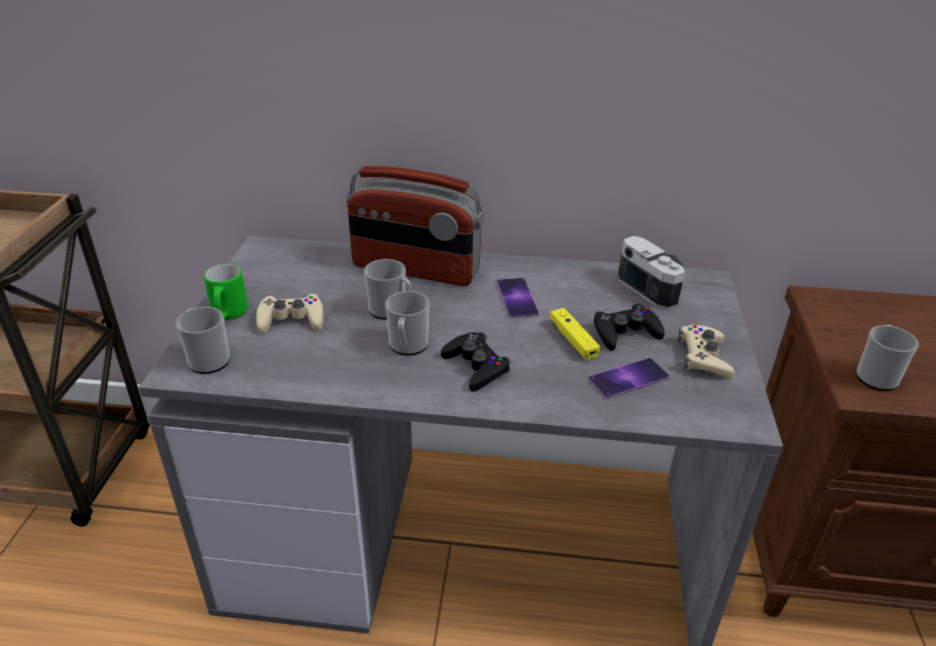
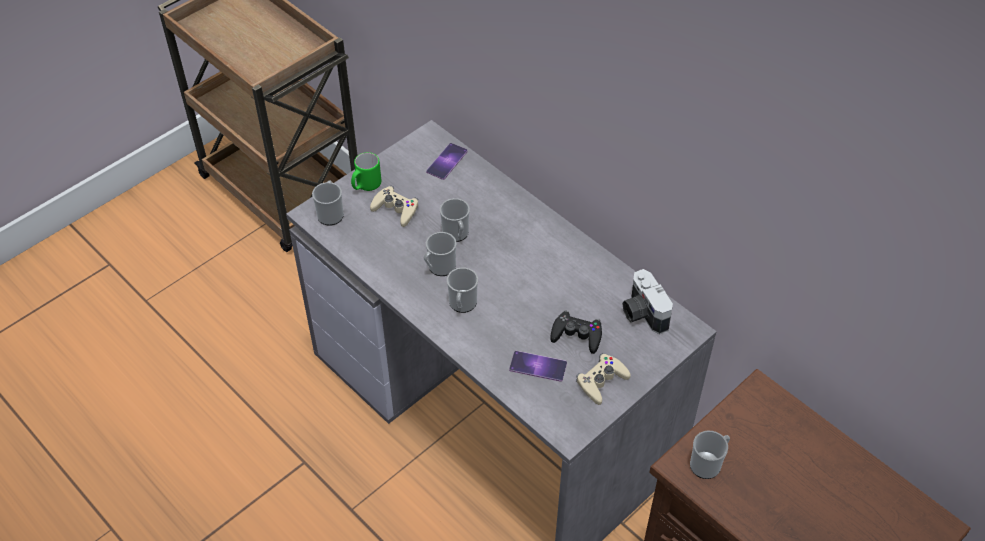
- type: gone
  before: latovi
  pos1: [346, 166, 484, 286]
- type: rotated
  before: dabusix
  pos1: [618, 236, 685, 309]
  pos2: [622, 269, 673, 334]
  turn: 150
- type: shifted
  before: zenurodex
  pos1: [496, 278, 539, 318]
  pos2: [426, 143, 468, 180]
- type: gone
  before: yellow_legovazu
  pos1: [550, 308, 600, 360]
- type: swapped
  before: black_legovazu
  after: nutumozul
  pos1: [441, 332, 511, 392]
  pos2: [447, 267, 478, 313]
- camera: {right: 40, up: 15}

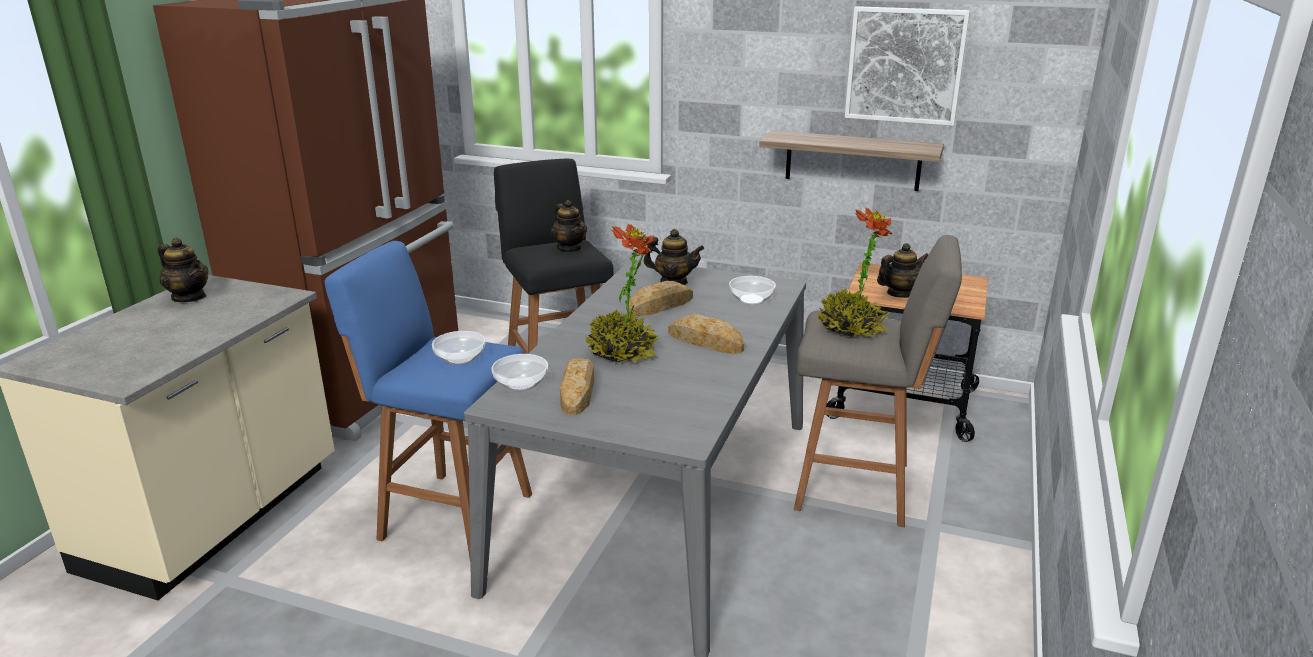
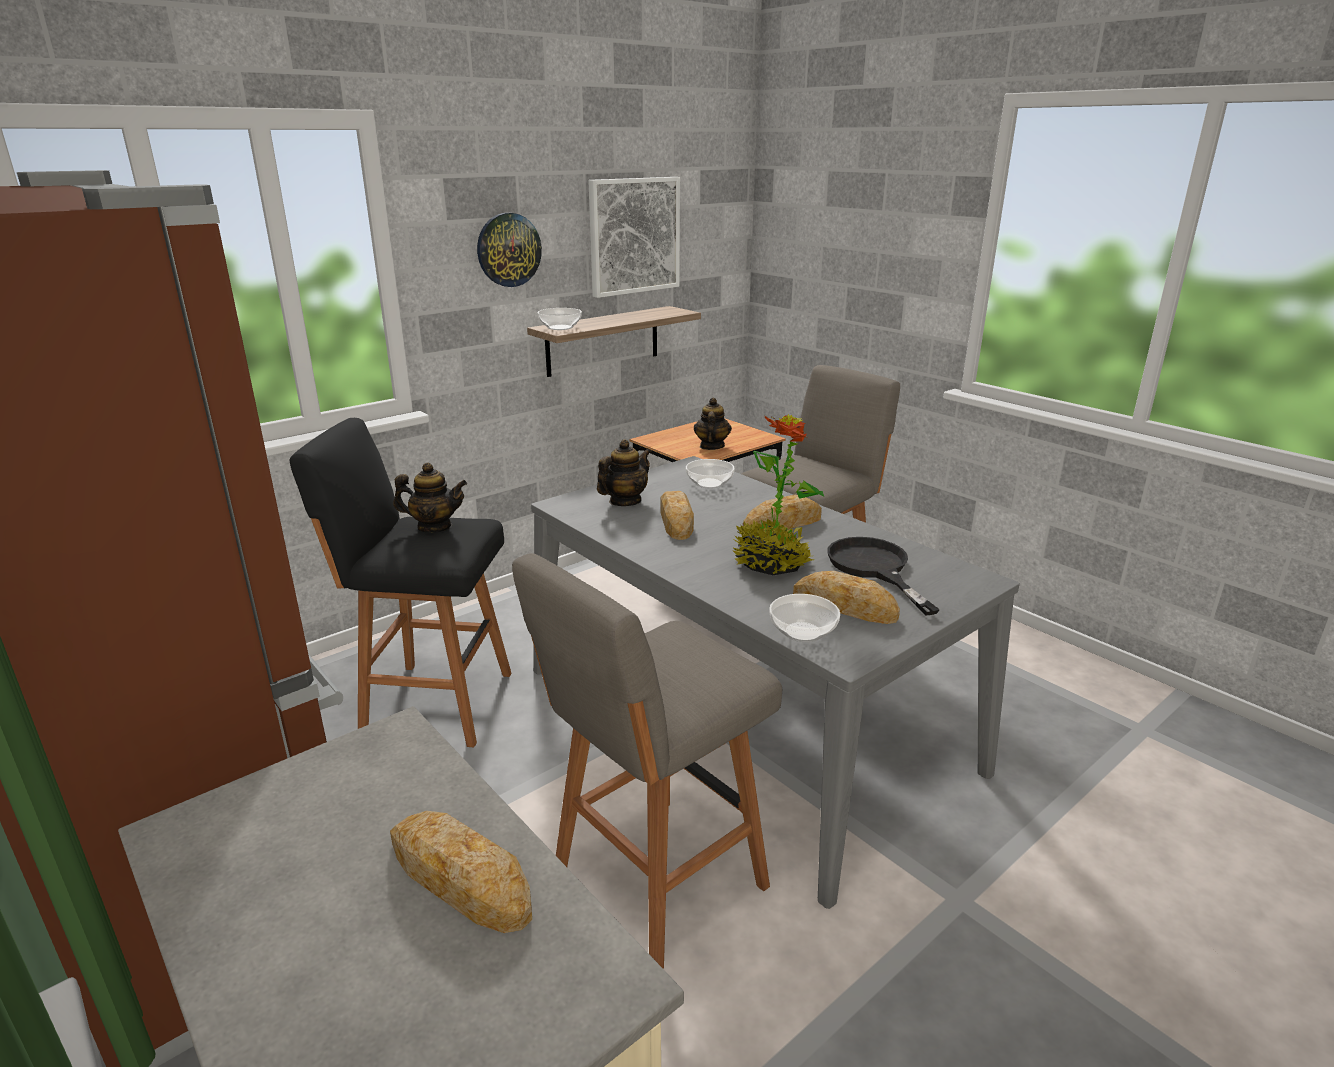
- type: gone
  before: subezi
  pos1: [818, 208, 892, 337]
- type: gone
  before: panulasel
  pos1: [158, 238, 208, 302]
- type: repainted
  before: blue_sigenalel
  after: grey_sigenalel
  pos1: [324, 241, 532, 557]
  pos2: [512, 553, 782, 969]
- type: shifted
  before: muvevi
  pos1: [432, 331, 485, 365]
  pos2: [537, 308, 582, 330]
- type: new
  after: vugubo
  pos2: [477, 213, 542, 287]
- type: new
  after: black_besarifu
  pos2: [828, 537, 940, 615]
- type: new
  after: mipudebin
  pos2: [390, 811, 532, 933]
- camera: {right: -60, up: 0}

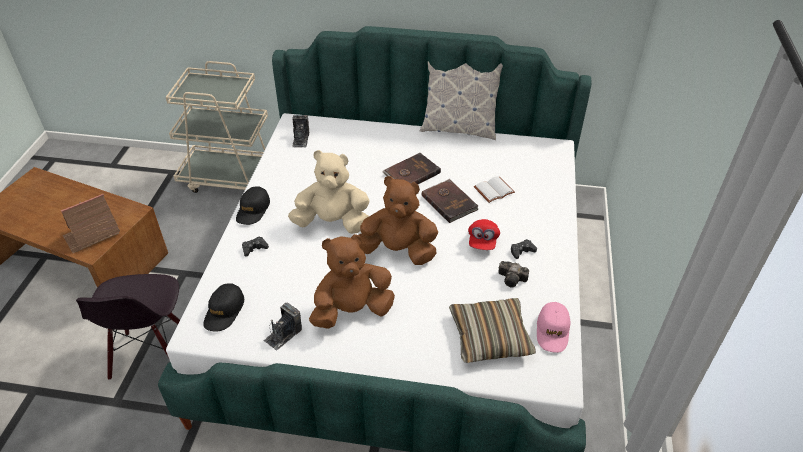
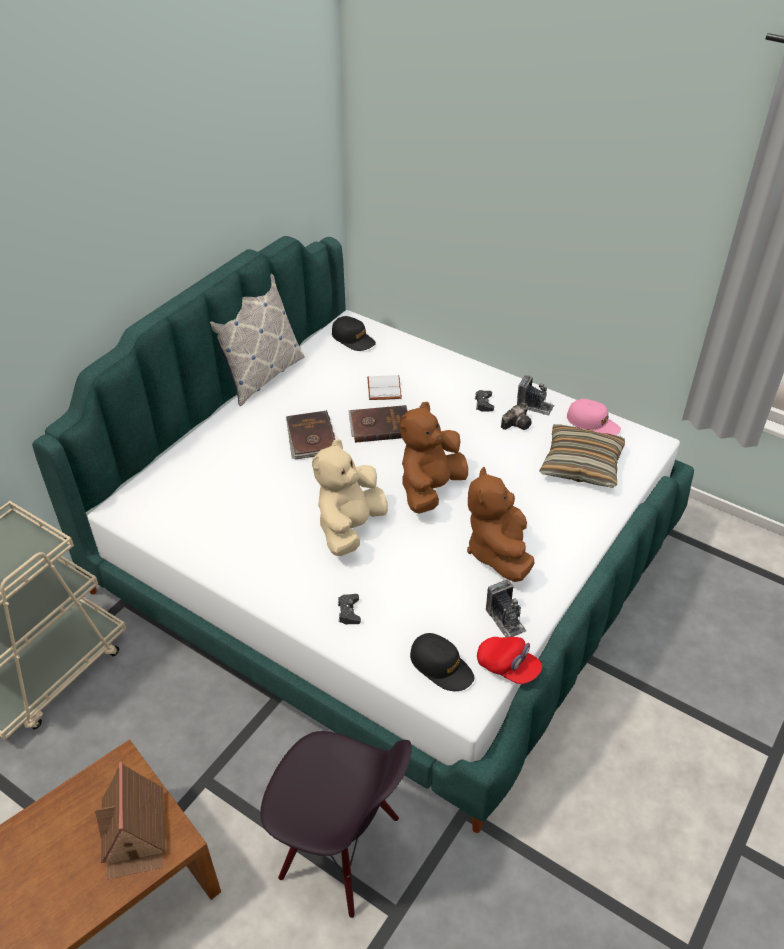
- type: shifted
  before: dabusix
  pos1: [292, 115, 309, 148]
  pos2: [517, 375, 554, 416]
- type: shifted
  before: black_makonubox
  pos1: [236, 187, 270, 225]
  pos2: [332, 316, 376, 351]
- type: shifted
  before: red_makonubox
  pos1: [468, 219, 500, 250]
  pos2: [477, 637, 542, 684]
- camera: {right: -65, up: 0}

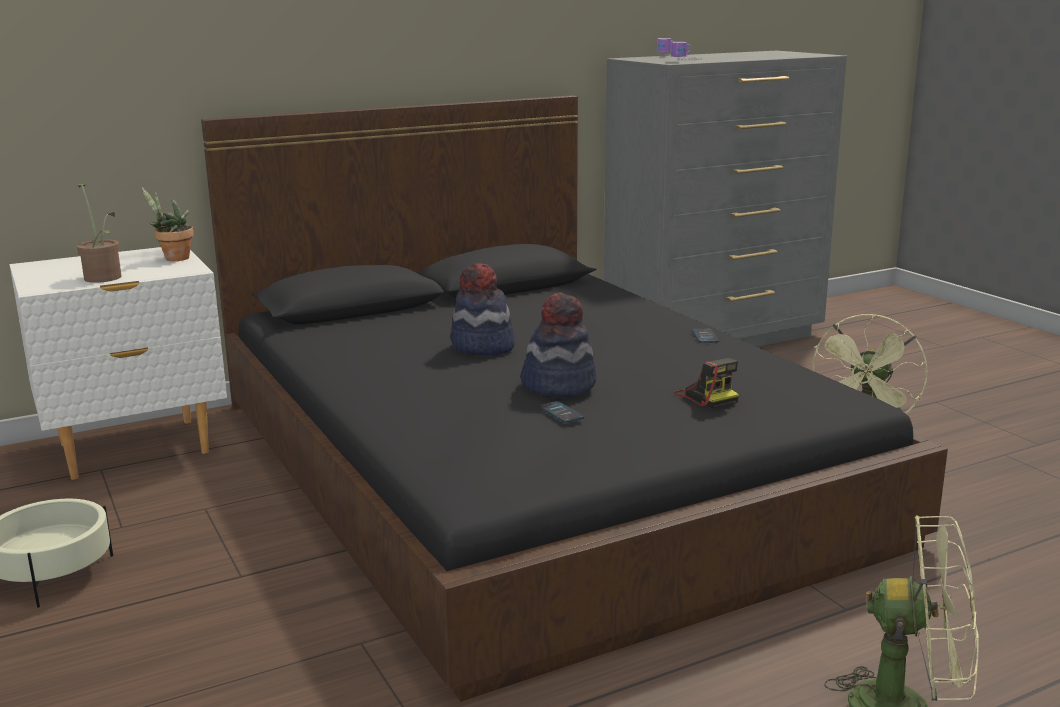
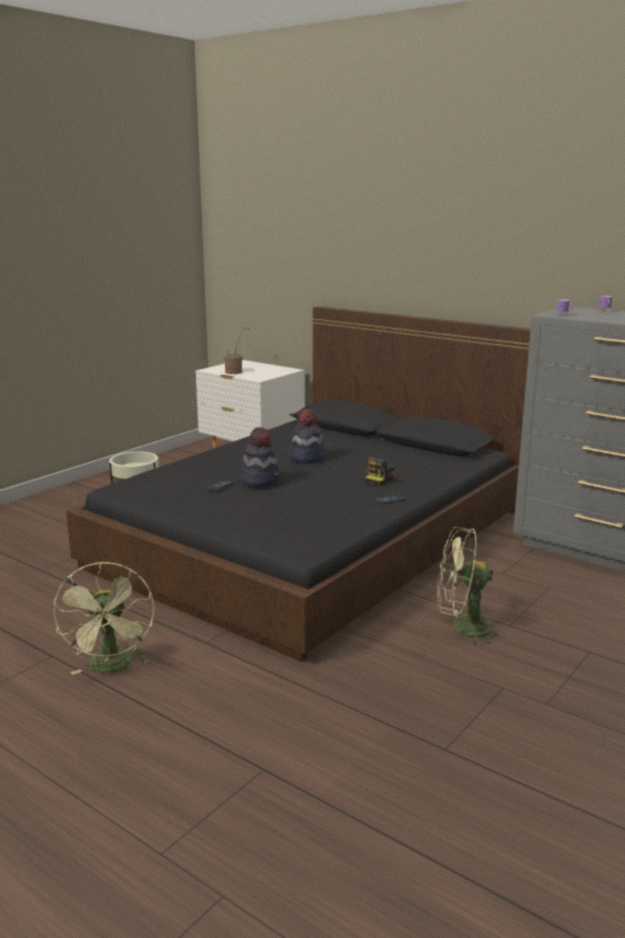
- type: gone
  before: subezi
  pos1: [141, 187, 194, 261]
- type: shifted
  before: dabusix
  pos1: [674, 358, 739, 409]
  pos2: [365, 457, 402, 485]
- camera: {right: 65, up: 0}

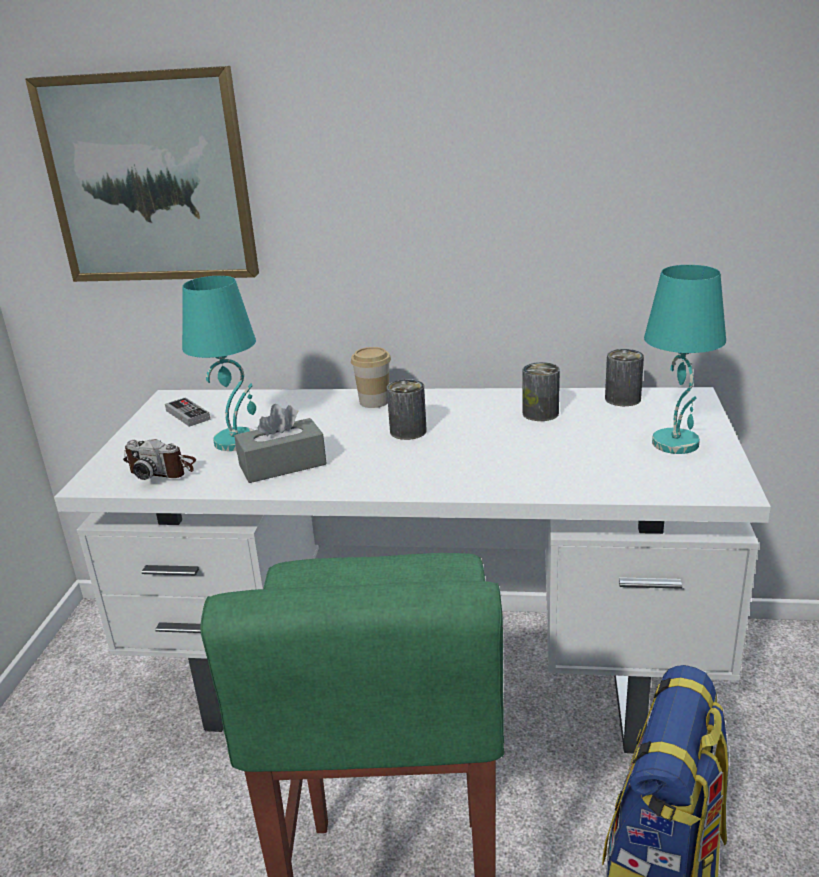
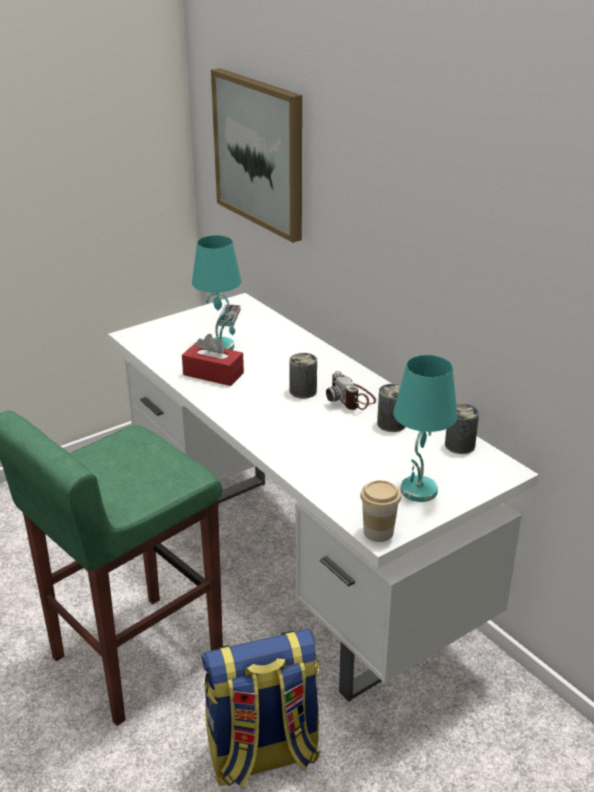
- type: shifted
  before: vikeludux
  pos1: [351, 347, 391, 408]
  pos2: [360, 480, 401, 542]
- type: repainted
  before: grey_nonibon
  after: red_nonibon
  pos1: [234, 404, 327, 483]
  pos2: [182, 334, 244, 386]
- type: shifted
  before: dabusix
  pos1: [123, 439, 196, 480]
  pos2: [326, 371, 376, 410]
- camera: {right: 45, up: 5}

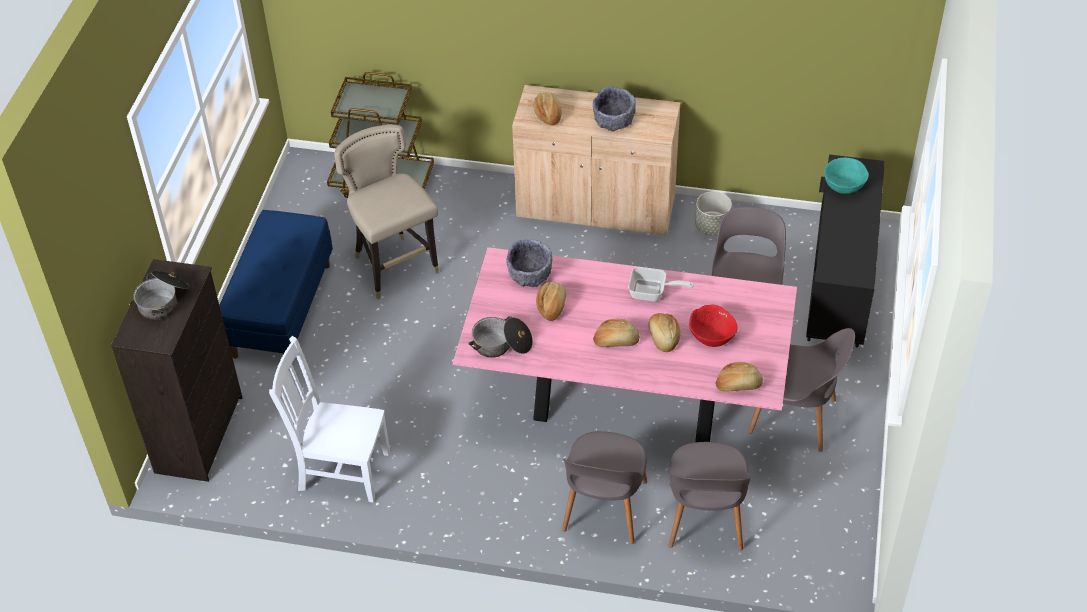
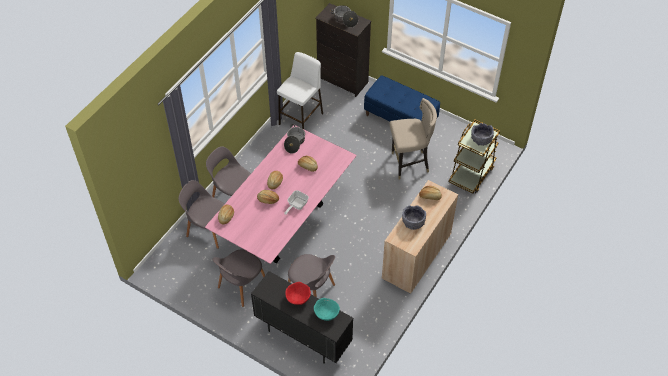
- type: gone
  before: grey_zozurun
  pos1: [695, 191, 732, 236]
- type: shifted
  before: grey_muvevi
  pos1: [506, 240, 553, 287]
  pos2: [471, 123, 494, 146]
- type: shifted
  before: red_muvevi
  pos1: [689, 305, 737, 347]
  pos2: [285, 282, 311, 305]
- type: swapped
  before: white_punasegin
  after: white_sigenalel
  pos1: [269, 336, 390, 502]
  pos2: [277, 52, 323, 129]
- camera: {right: 110, up: 5}

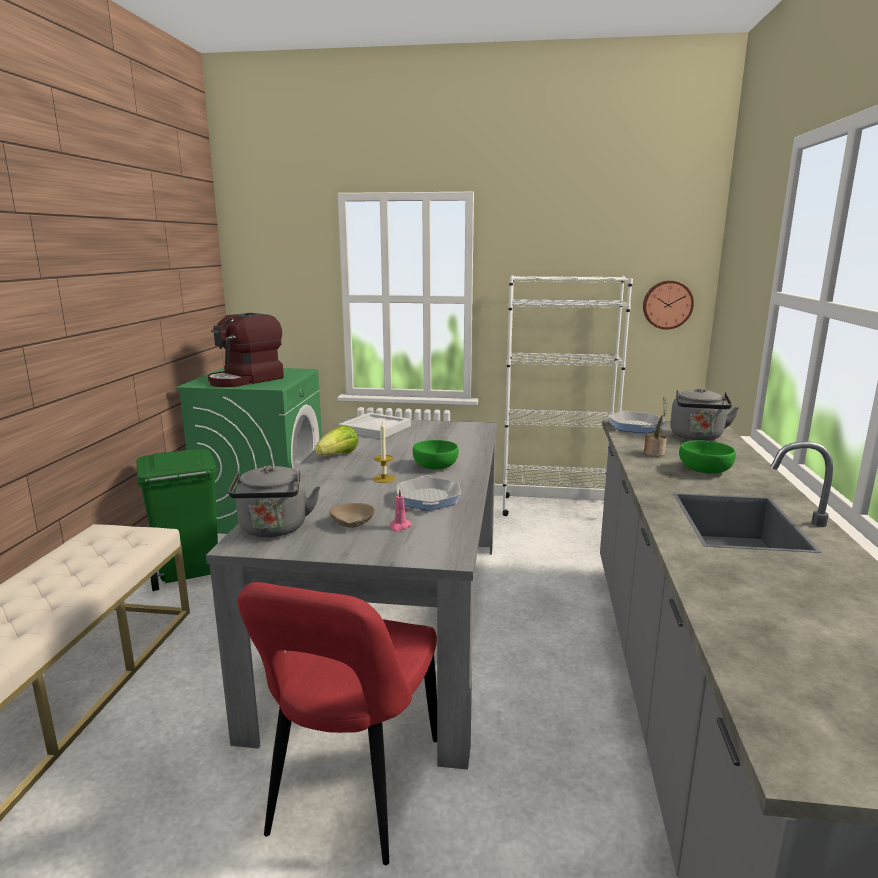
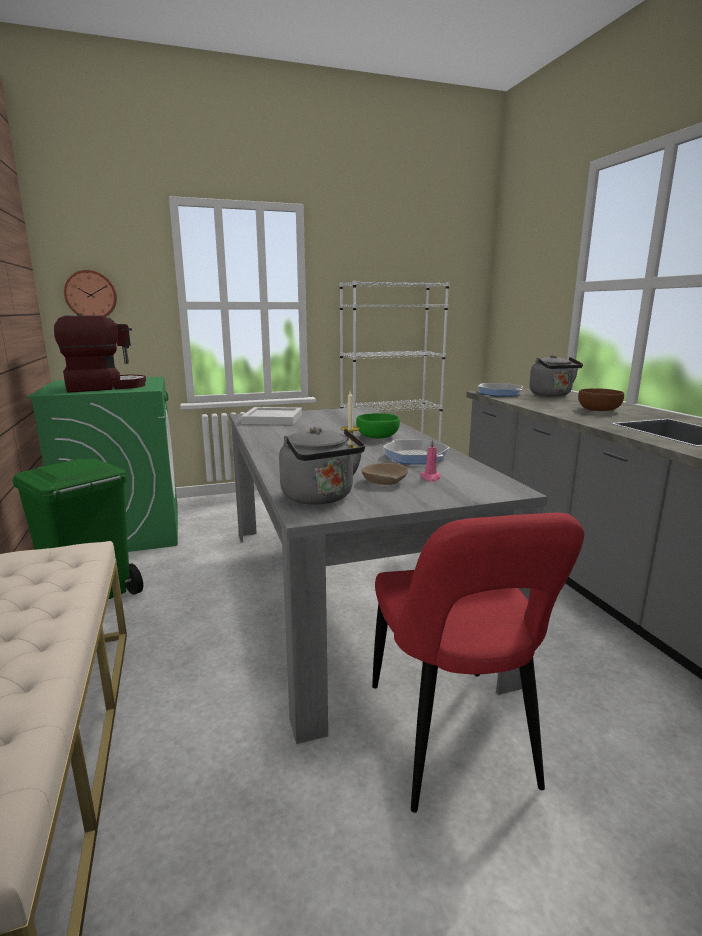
- type: shifted
  before: vugubo
  pos1: [643, 280, 694, 330]
  pos2: [64, 270, 117, 317]
- type: rotated
  before: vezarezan
  pos1: [208, 313, 284, 387]
  pos2: [54, 313, 146, 393]
  turn: -135
- type: gone
  before: subezi
  pos1: [644, 397, 667, 457]
- type: gone
  before: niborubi
  pos1: [315, 425, 359, 456]
- type: repainted
  before: green_muvevi
  after: brown_muvevi
  pos1: [679, 441, 736, 474]
  pos2: [578, 388, 624, 411]
- camera: {right: -25, up: 0}

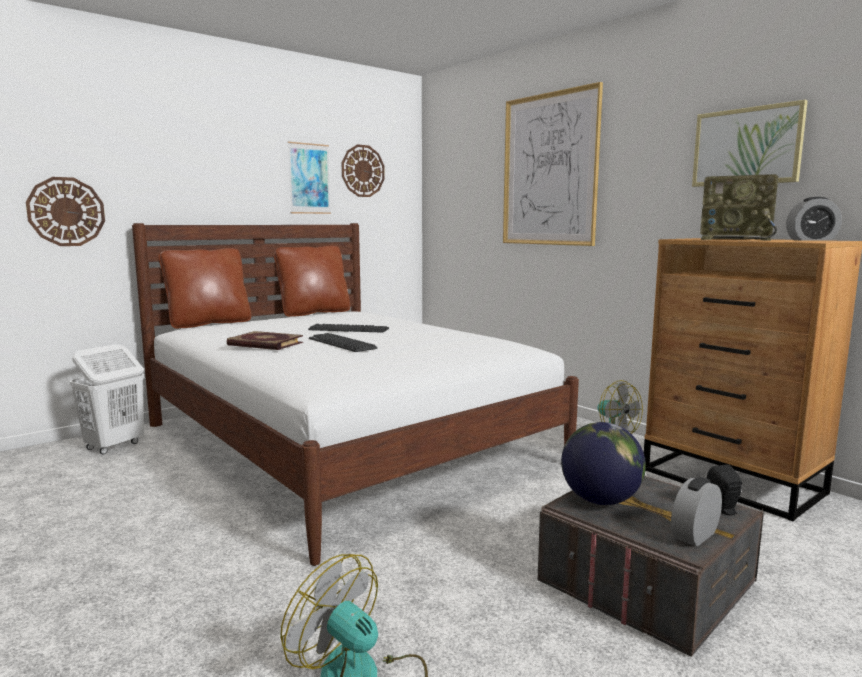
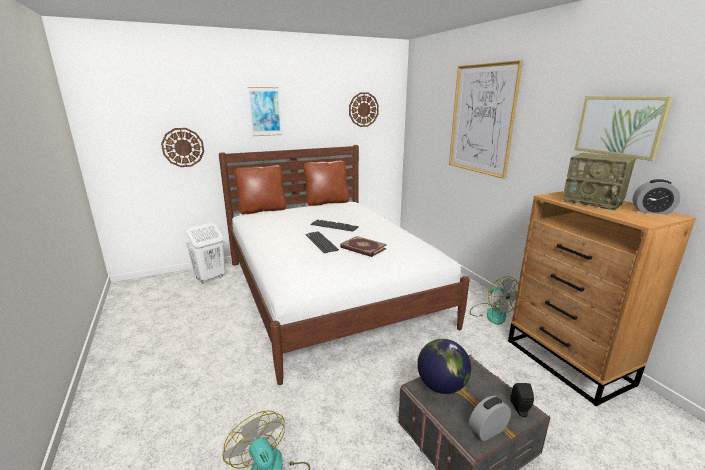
- type: shifted
  before: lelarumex
  pos1: [288, 142, 331, 214]
  pos2: [248, 87, 282, 136]
- type: shifted
  before: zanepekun
  pos1: [227, 331, 303, 350]
  pos2: [340, 236, 387, 257]
- camera: {right: 15, up: 10}

